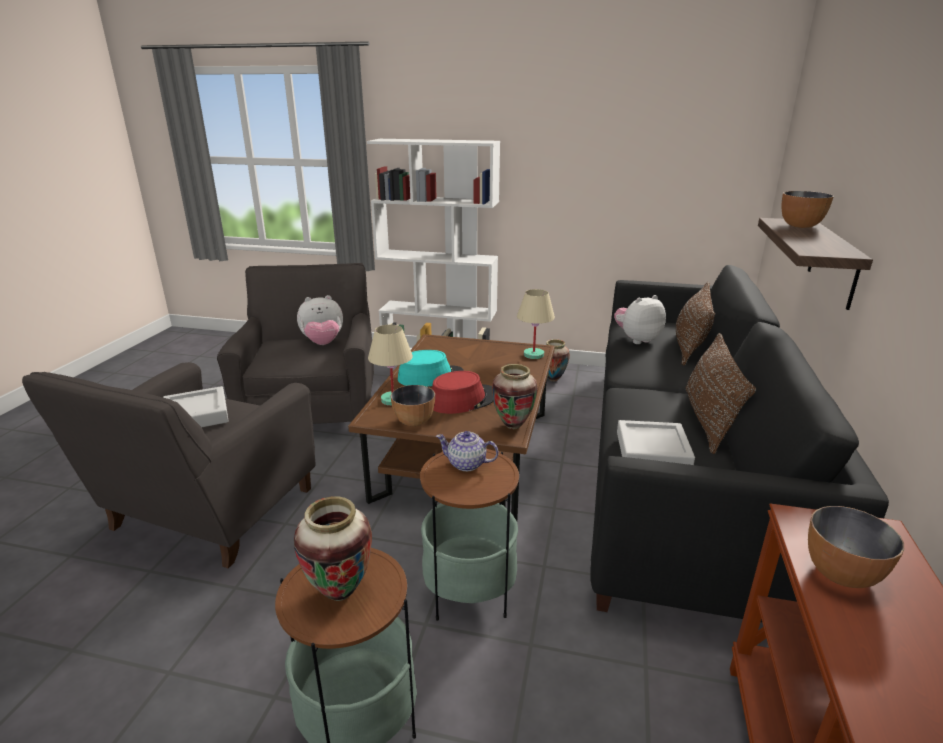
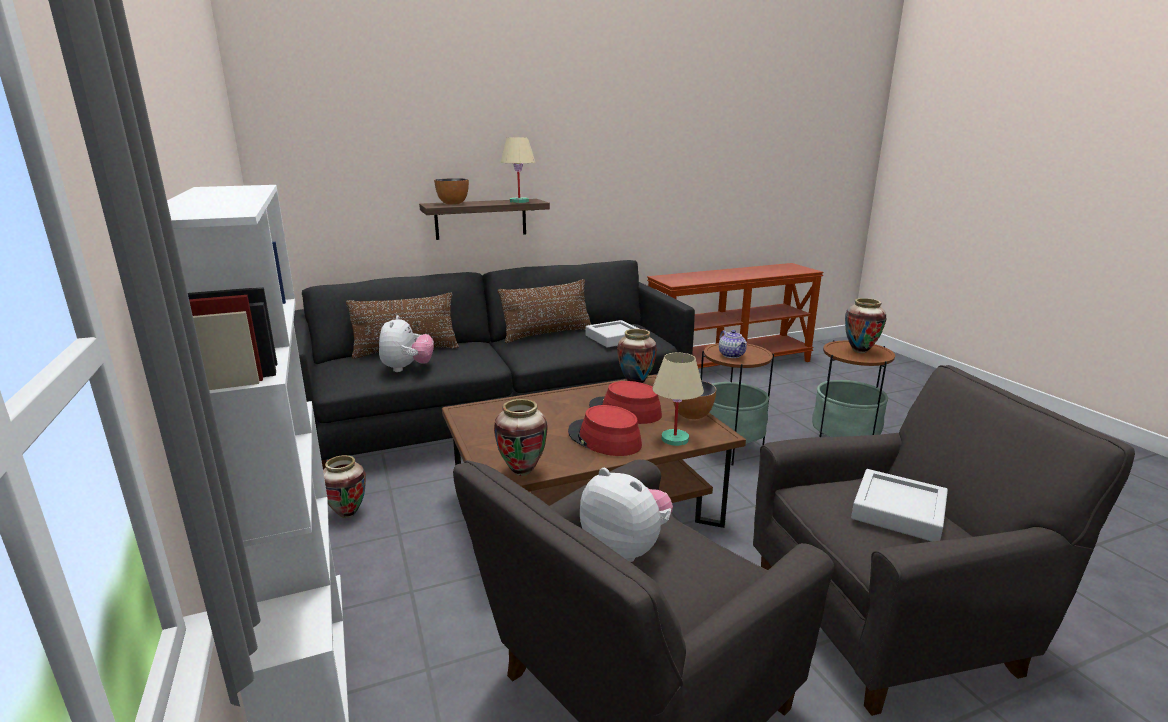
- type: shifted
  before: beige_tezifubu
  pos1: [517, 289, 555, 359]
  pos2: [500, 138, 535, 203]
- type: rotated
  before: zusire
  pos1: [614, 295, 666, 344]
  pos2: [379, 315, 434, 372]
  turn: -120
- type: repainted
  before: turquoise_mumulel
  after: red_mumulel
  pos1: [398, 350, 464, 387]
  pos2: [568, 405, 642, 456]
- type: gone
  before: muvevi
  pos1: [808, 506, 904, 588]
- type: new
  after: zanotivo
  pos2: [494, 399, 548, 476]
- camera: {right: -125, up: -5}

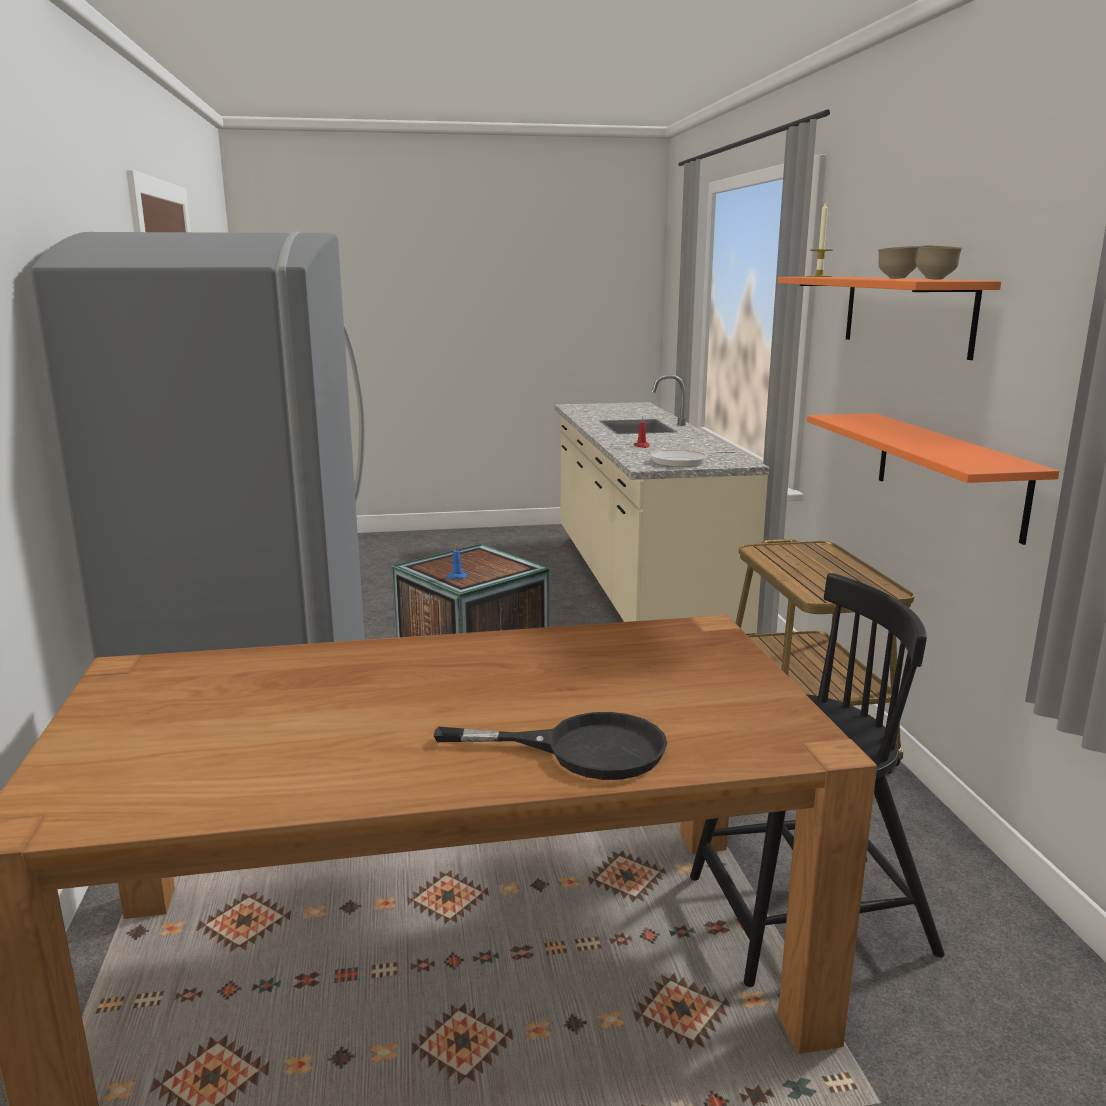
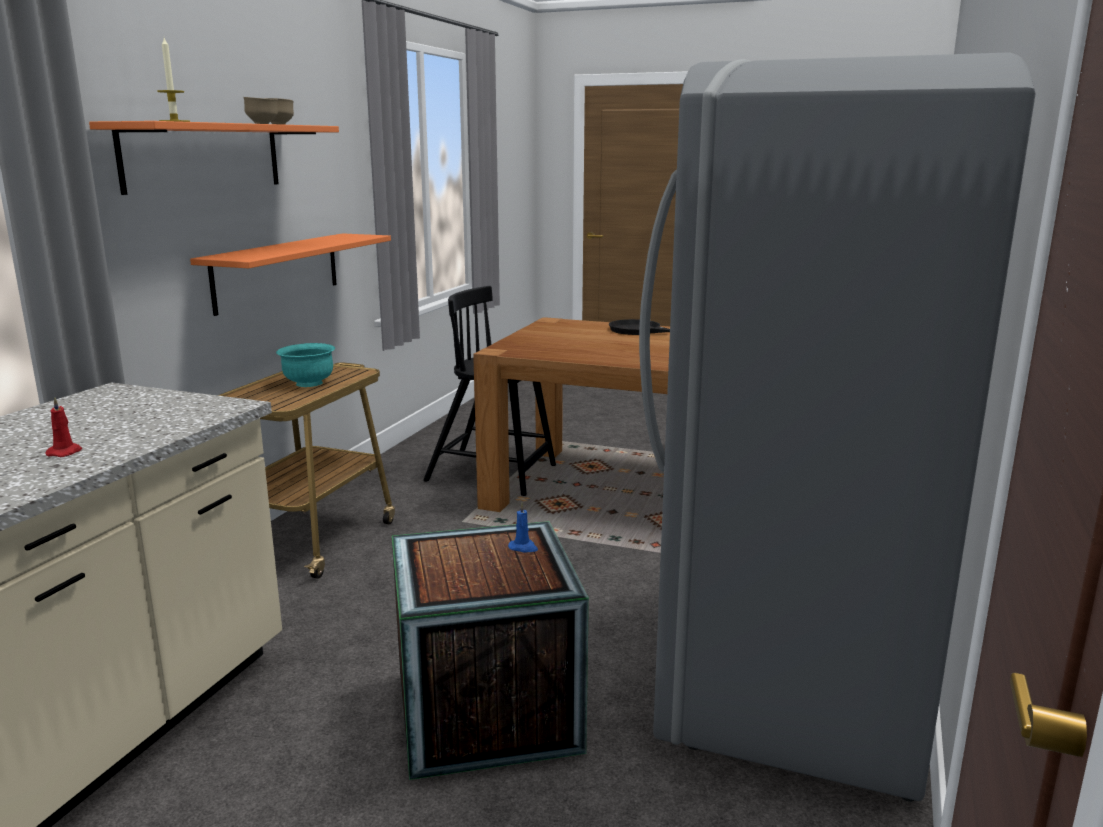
- type: gone
  before: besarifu
  pos1: [650, 449, 736, 467]
- type: new
  after: turquoise_muvevi
  pos2: [276, 343, 335, 387]
- camera: {right: -150, up: 0}

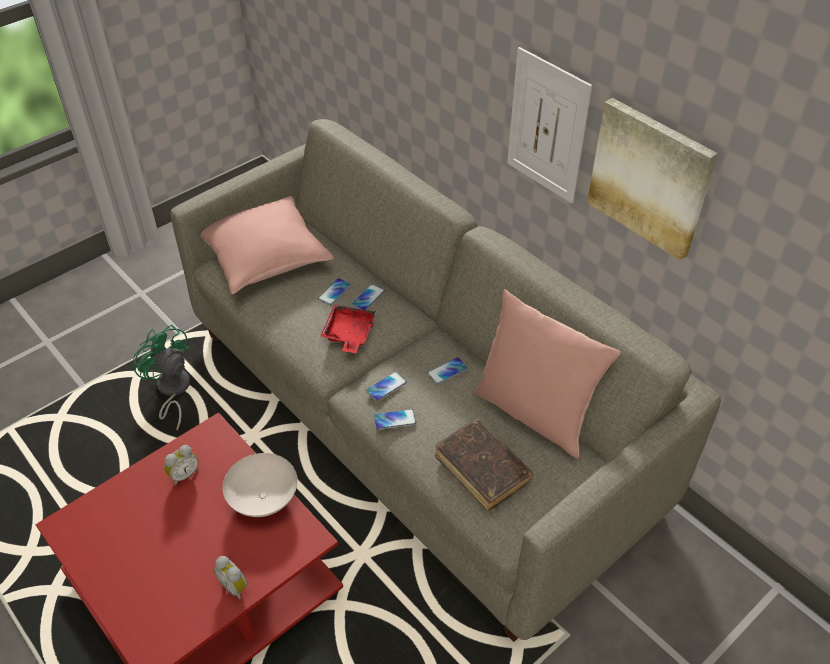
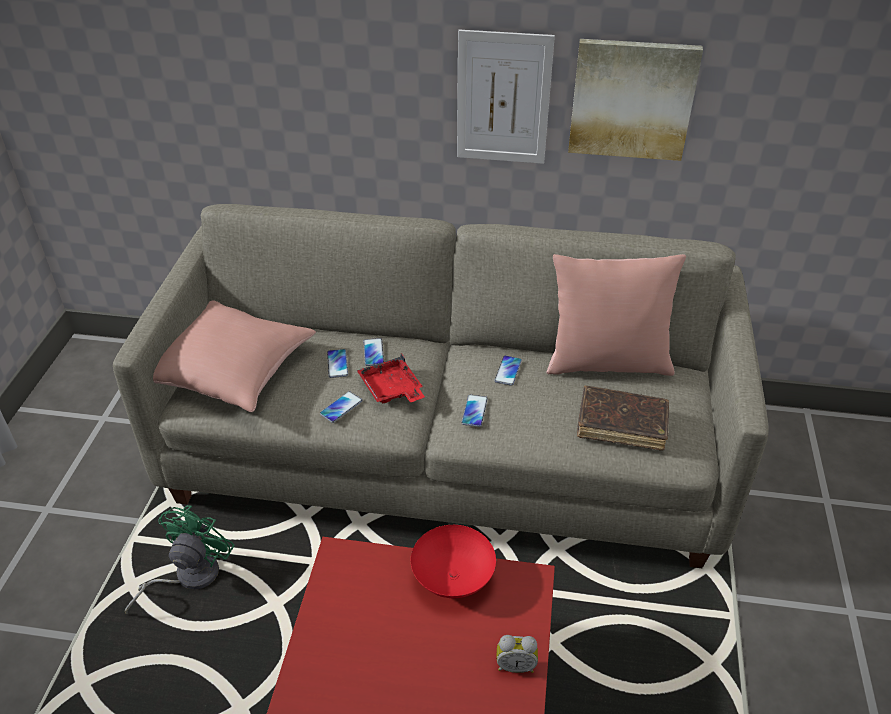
- type: rotated
  before: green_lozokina
  pos1: [133, 324, 190, 431]
  pos2: [125, 505, 235, 614]
  turn: 105
- type: shifted
  before: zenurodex
  pos1: [374, 409, 416, 430]
  pos2: [320, 391, 362, 423]
- type: gone
  before: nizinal
  pos1: [164, 445, 198, 486]
- type: repainted
  before: white_muvevi
  after: red_muvevi
  pos1: [223, 453, 298, 517]
  pos2: [411, 525, 496, 598]
- camera: {right: -40, up: -5}

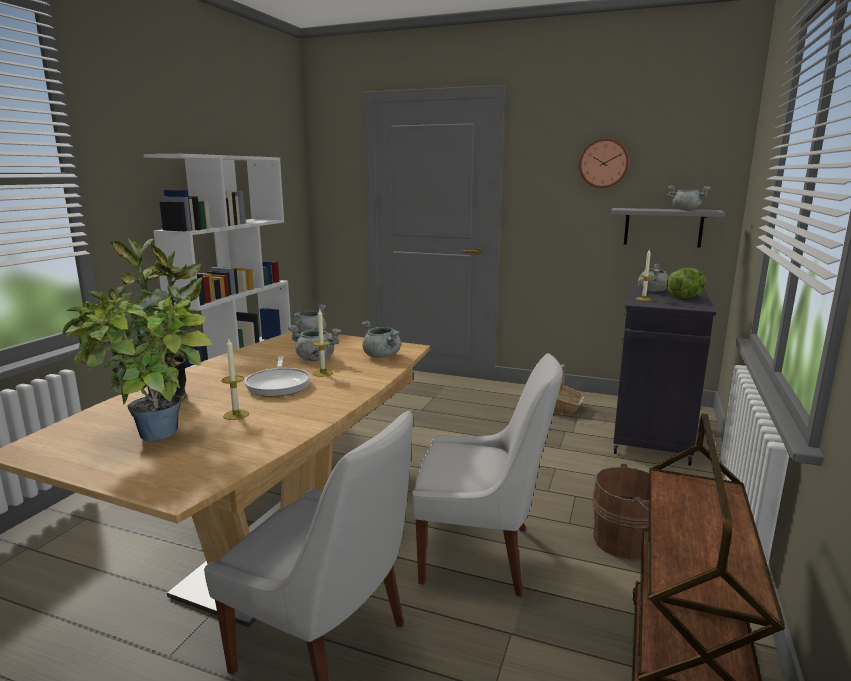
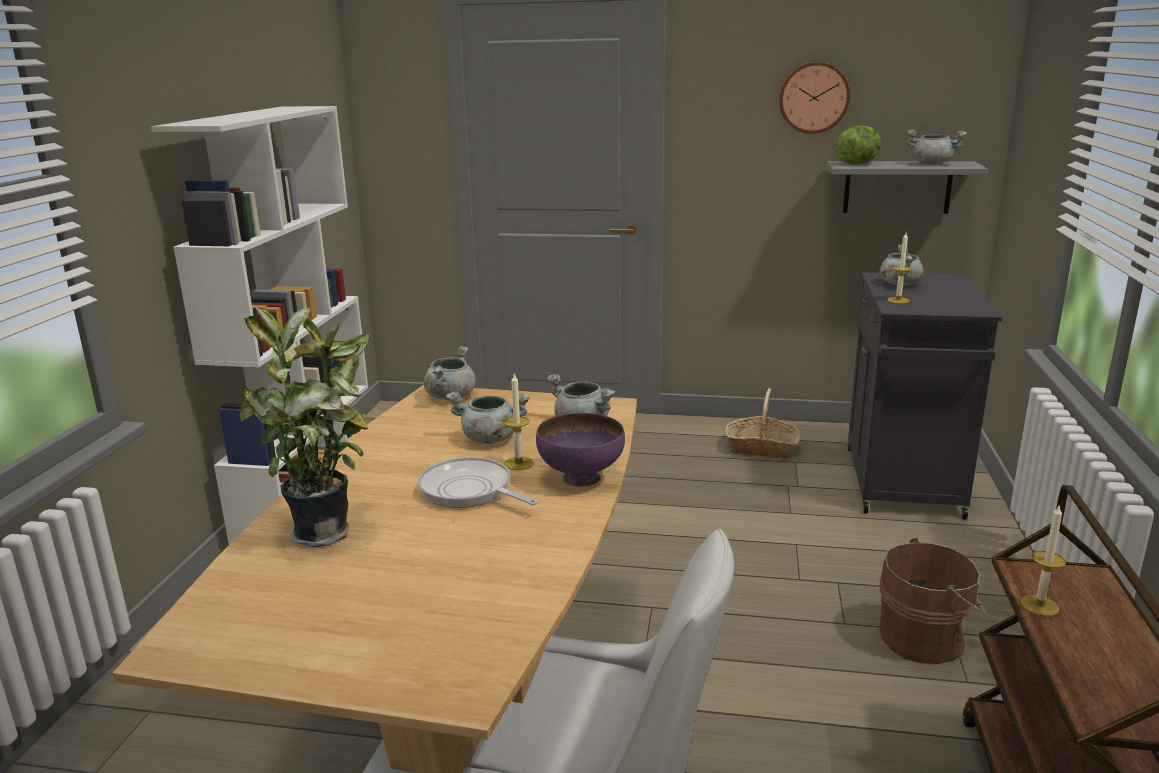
- type: shifted
  before: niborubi
  pos1: [667, 268, 706, 299]
  pos2: [836, 125, 881, 165]
- type: gone
  before: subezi
  pos1: [62, 285, 212, 441]
- type: shifted
  before: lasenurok
  pos1: [222, 339, 249, 420]
  pos2: [1021, 504, 1066, 616]
- type: gone
  before: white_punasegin
  pos1: [412, 353, 563, 597]
- type: rotated
  before: besarifu
  pos1: [245, 356, 310, 397]
  pos2: [418, 457, 538, 508]
  turn: 150
- type: new
  after: purple_muvevi
  pos2: [536, 413, 625, 487]
- camera: {right: -10, up: 5}

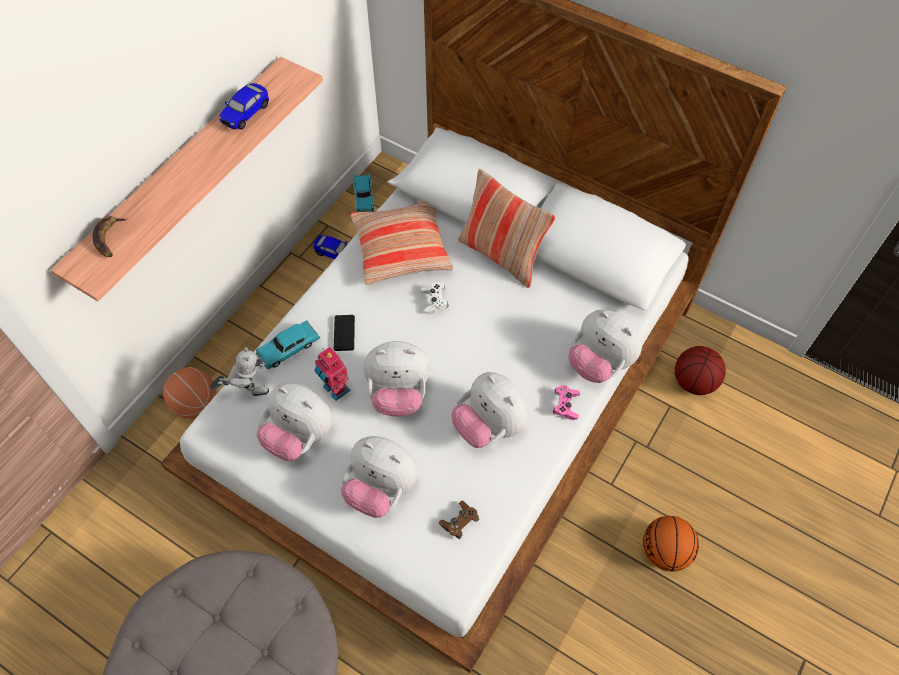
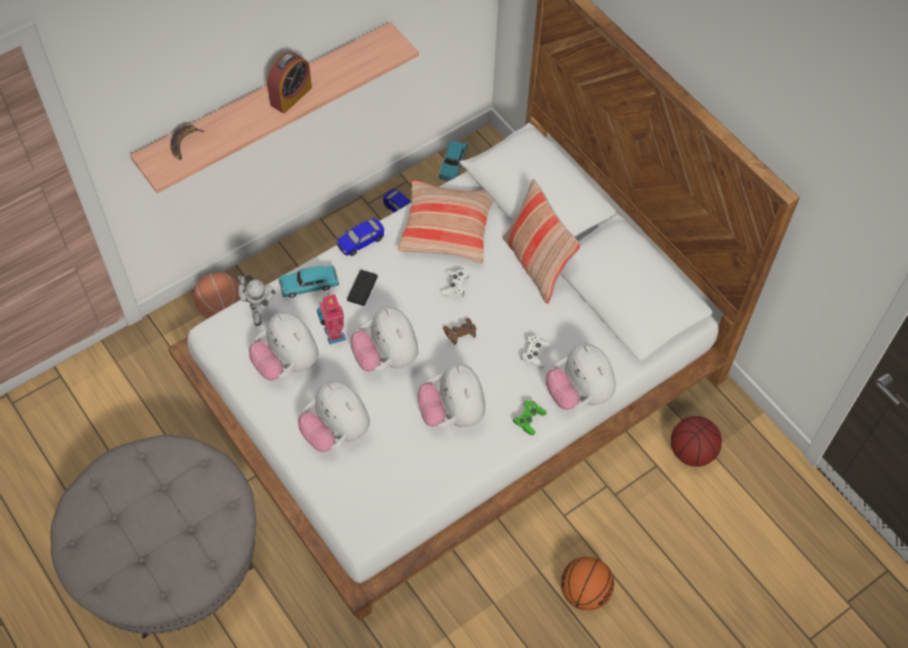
- type: shifted
  before: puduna
  pos1: [219, 83, 269, 130]
  pos2: [337, 218, 384, 256]
- type: rotated
  before: zusire
  pos1: [363, 341, 431, 416]
  pos2: [351, 307, 418, 372]
  turn: 45
- type: rotated
  before: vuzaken
  pos1: [210, 347, 269, 396]
  pos2: [238, 275, 276, 326]
  turn: 60
- type: repainted
  before: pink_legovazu
  after: green_legovazu
  pos1: [553, 385, 580, 420]
  pos2: [513, 400, 547, 435]
- type: shifted
  before: brown_legovazu
  pos1: [439, 501, 480, 539]
  pos2: [443, 318, 476, 345]
- type: new
  after: nizinal
  pos2: [267, 52, 312, 113]
- type: new
  after: white_legovazu
  pos2: [521, 336, 550, 369]
- camera: {right: 20, up: 0}

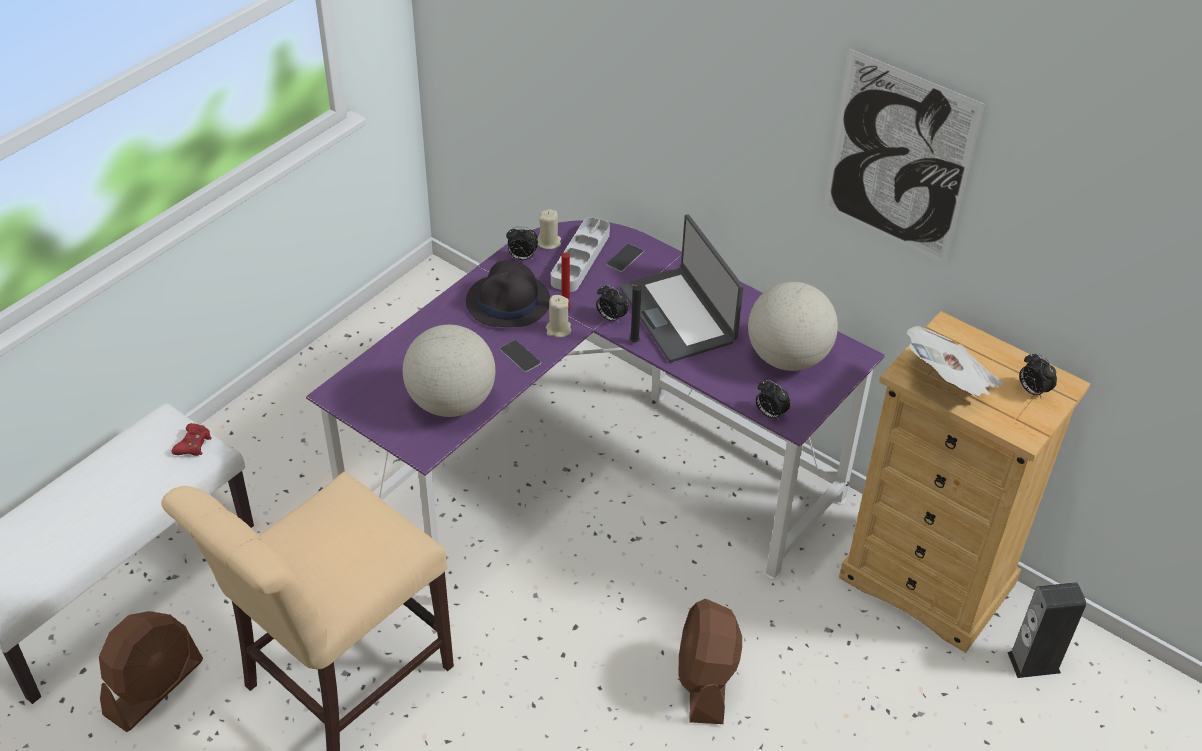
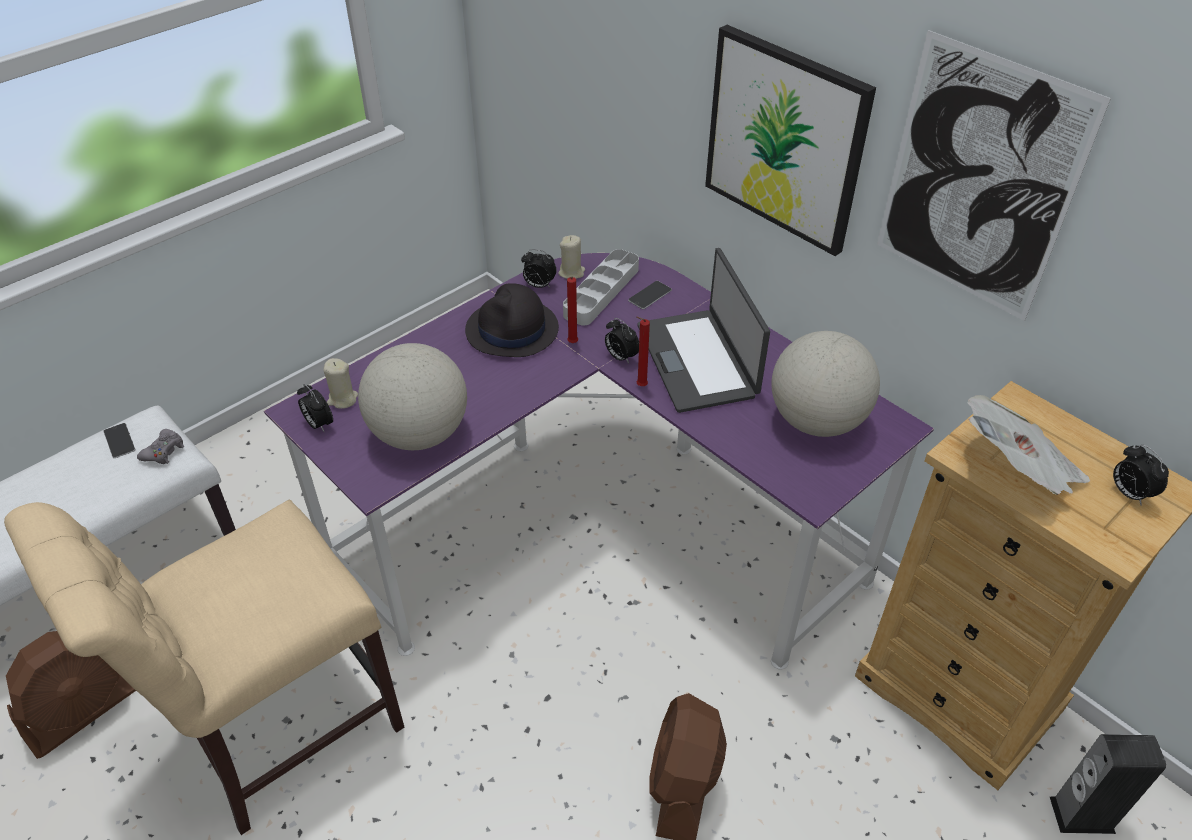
- type: repainted
  before: black_lasenurok
  after: red_lasenurok
  pos1: [630, 284, 641, 342]
  pos2: [636, 317, 650, 386]
- type: shifted
  before: beige_lasenurok
  pos1: [546, 295, 571, 338]
  pos2: [323, 358, 358, 409]
- type: shifted
  before: zenurodex
  pos1: [500, 340, 541, 372]
  pos2: [103, 423, 135, 458]
- type: shifted
  before: nizinal
  pos1: [756, 380, 791, 420]
  pos2: [297, 384, 333, 433]
- type: repainted
  before: red_legovazu
  after: grey_legovazu
  pos1: [171, 423, 212, 456]
  pos2: [137, 429, 184, 464]
- type: new
  after: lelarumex
  pos2: [705, 25, 876, 256]
- camera: {right: 10, up: 0}

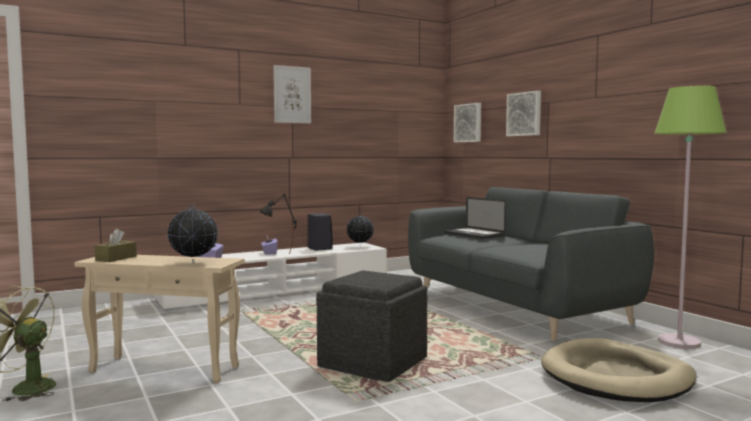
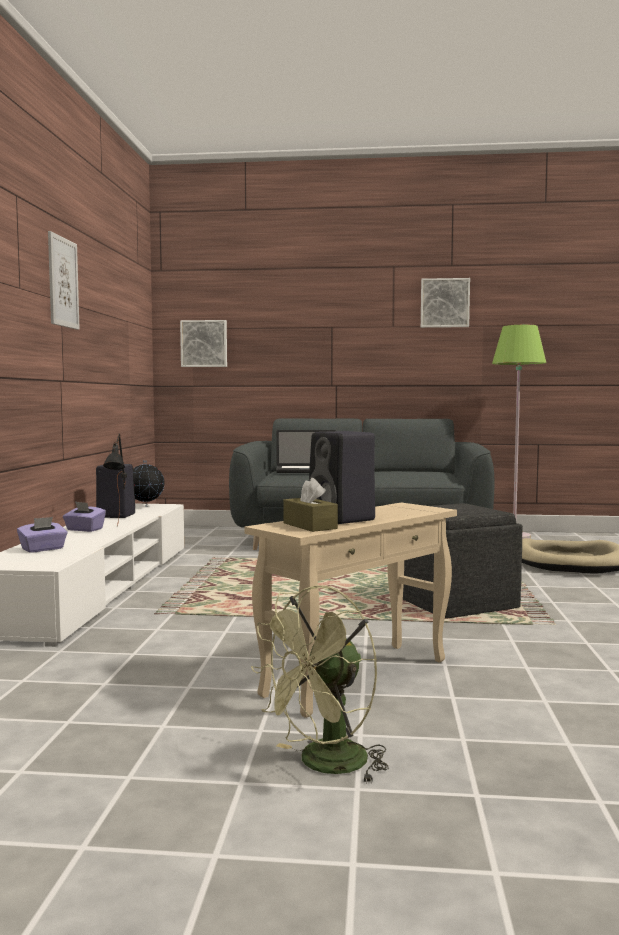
- type: shifted
  before: lelarumex
  pos1: [506, 91, 541, 136]
  pos2: [421, 278, 470, 328]
- type: gone
  before: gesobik
  pos1: [168, 203, 218, 264]
- type: new
  after: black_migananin
  pos2: [309, 431, 375, 524]
- camera: {right: -55, up: 0}

